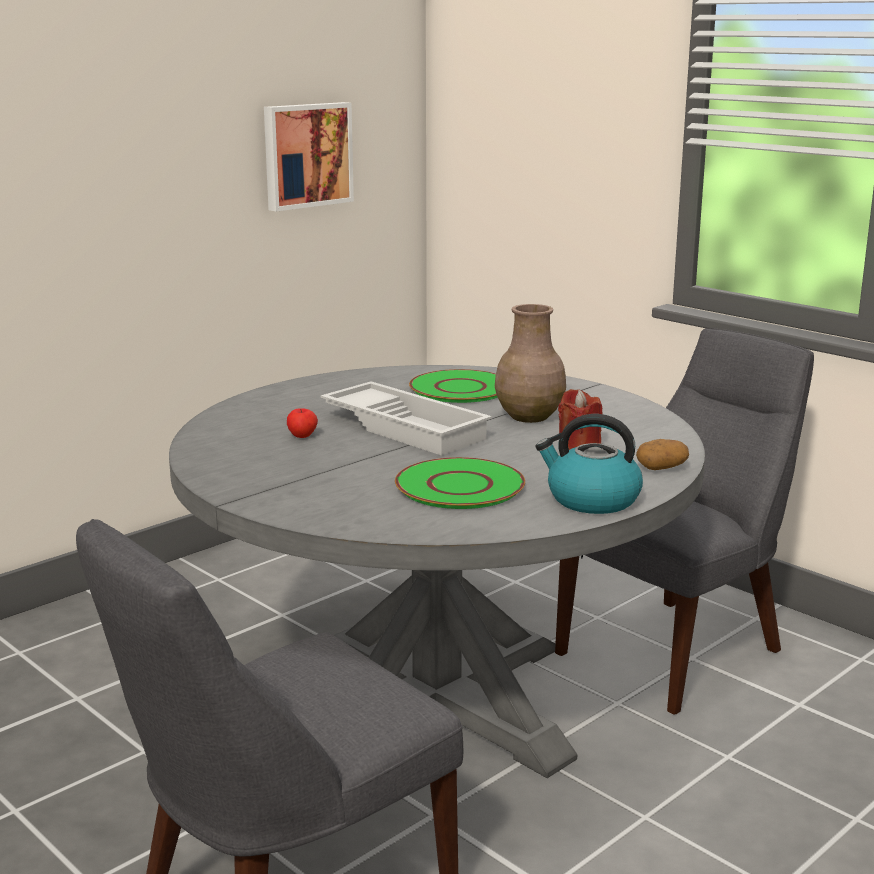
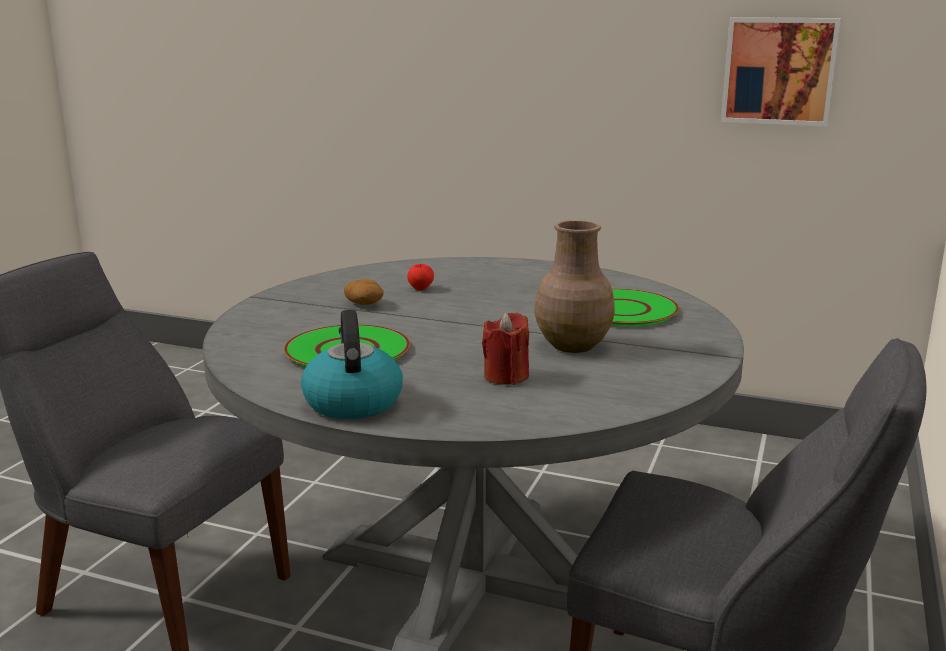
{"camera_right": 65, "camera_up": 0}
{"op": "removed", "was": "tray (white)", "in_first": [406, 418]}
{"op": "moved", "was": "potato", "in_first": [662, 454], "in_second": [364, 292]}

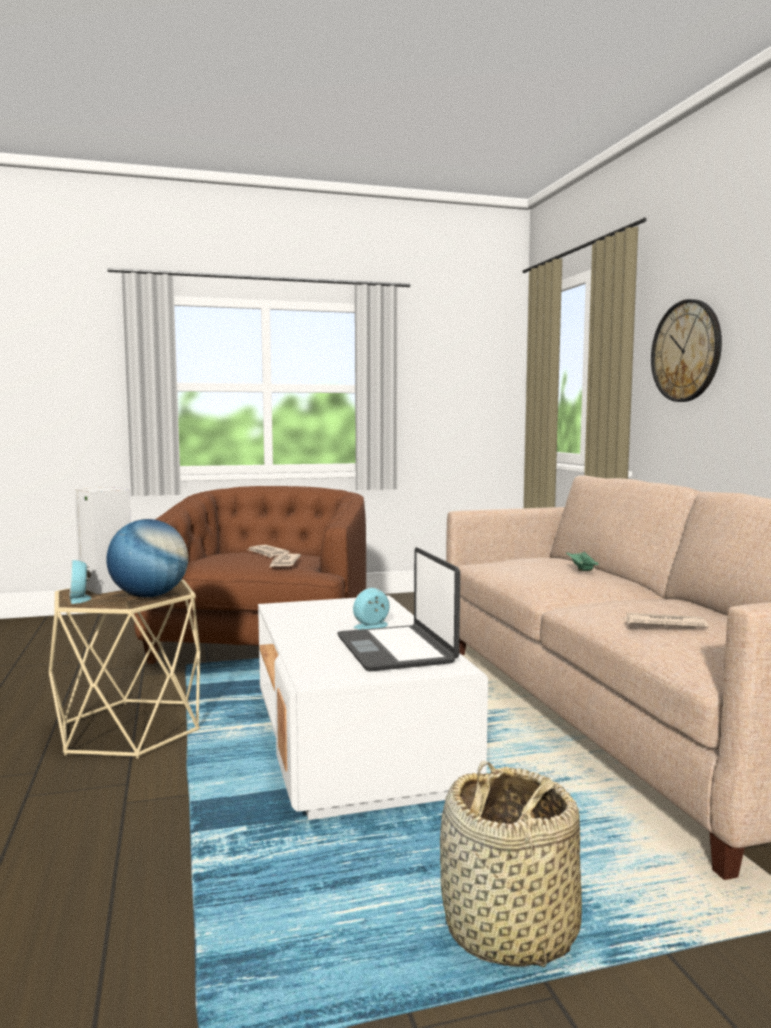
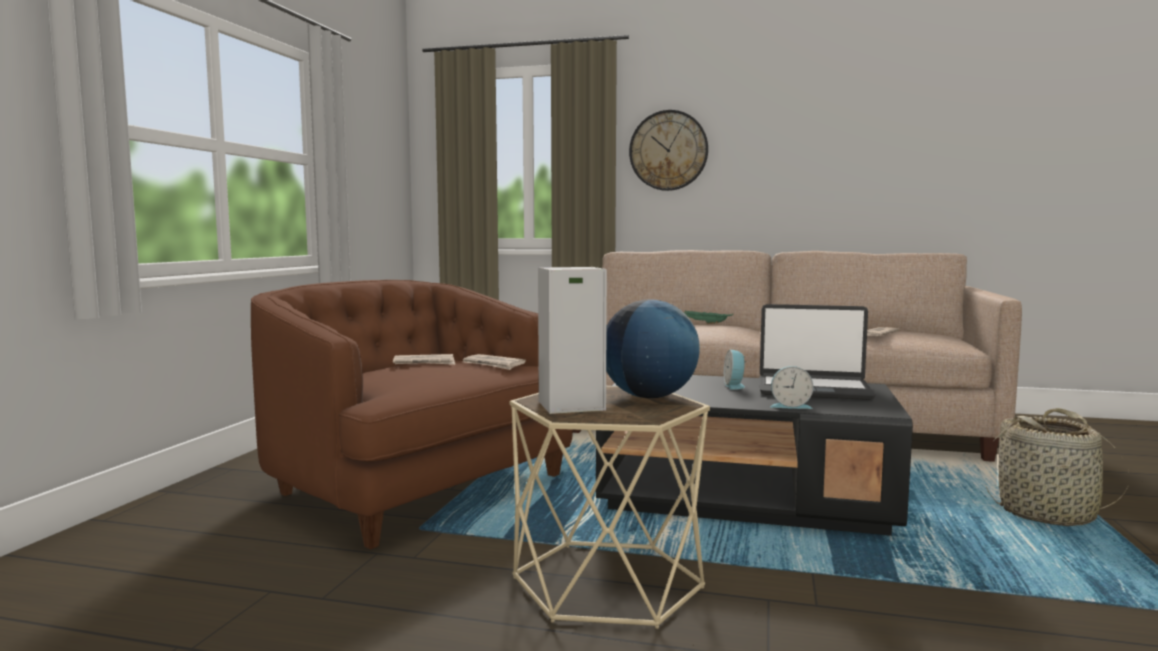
{"camera_right": -60, "camera_up": 0}
{"op": "moved", "was": "alarm clock", "in_first": [80, 582], "in_second": [792, 387]}
{"op": "recoloured", "was": "lounge table (white)", "now": "lounge table (black-coloured)", "in_first": [373, 708], "in_second": [754, 455]}

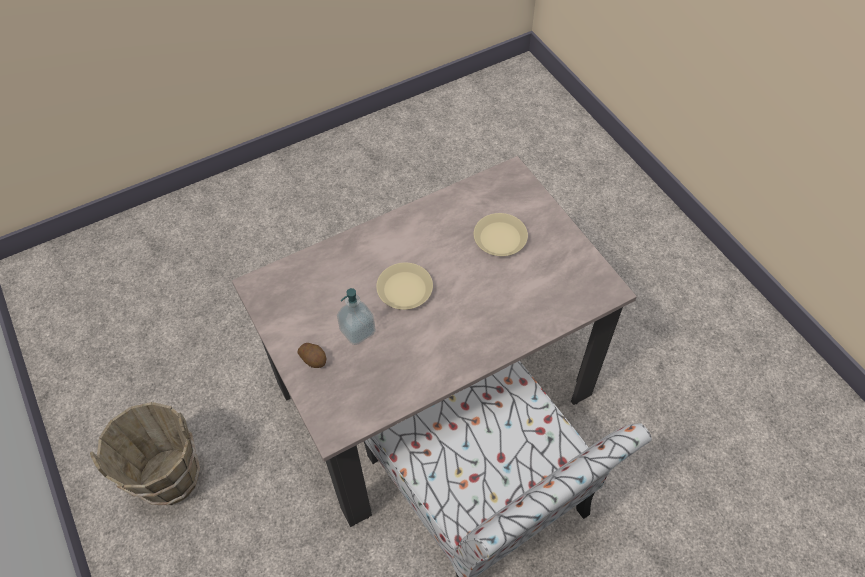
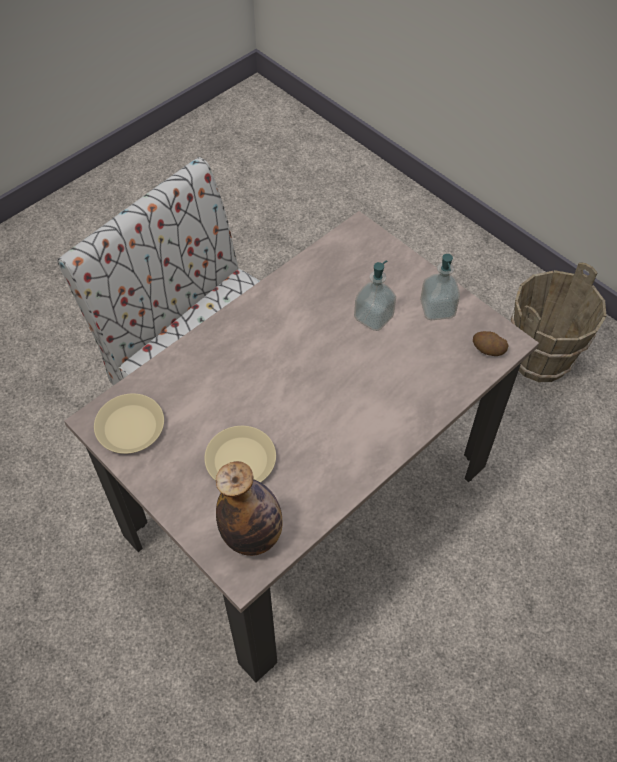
{"camera_right": 165, "camera_up": 0}
{"op": "added", "now": "bottle", "in_second": [249, 508]}
{"op": "added", "now": "soap bottle", "in_second": [440, 287]}
{"op": "moved", "was": "potato", "in_first": [311, 355], "in_second": [491, 343]}
{"op": "moved", "was": "dinner plate (sand-coloured)", "in_first": [404, 286], "in_second": [129, 424]}

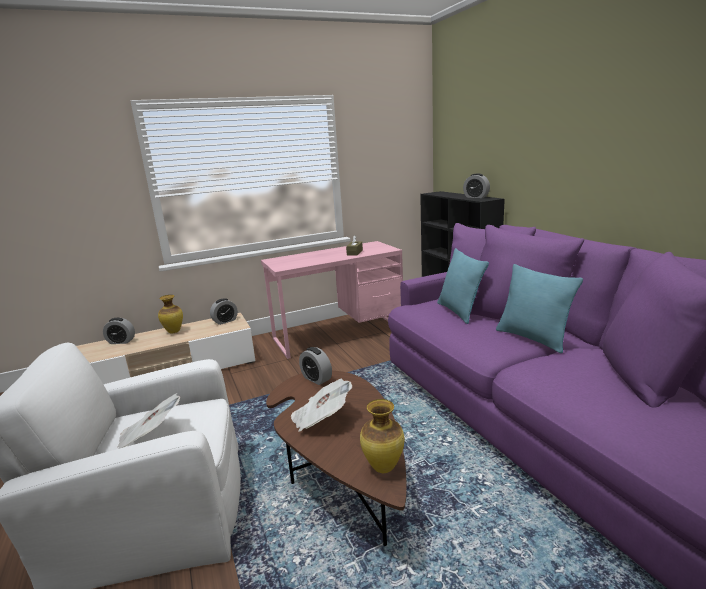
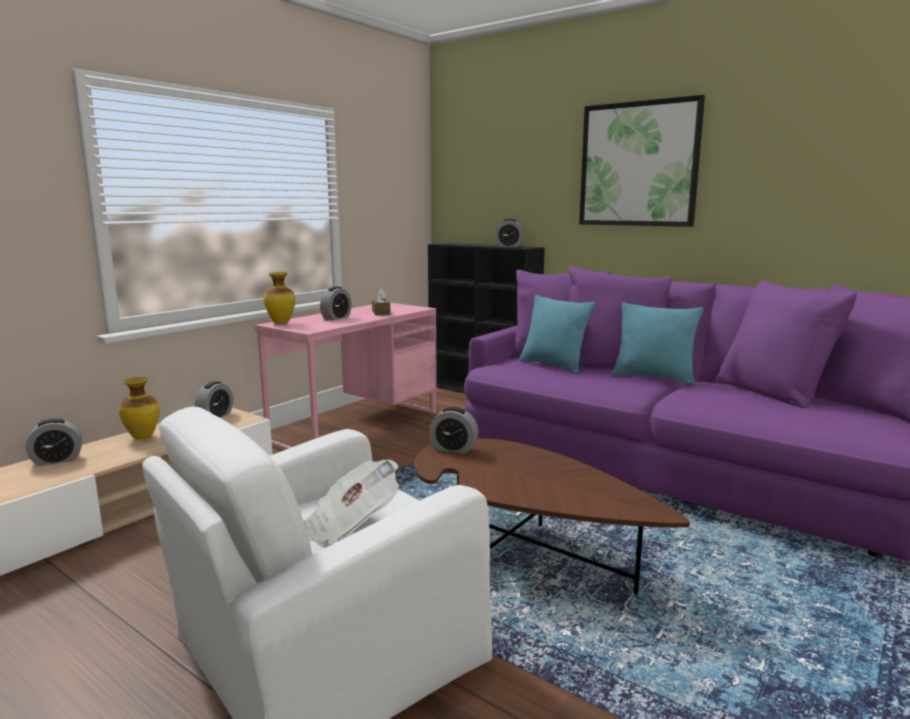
{"camera_right": -30, "camera_up": -5}
{"op": "removed", "was": "printed paper", "in_first": [321, 405]}
{"op": "added", "now": "alarm clock", "in_second": [336, 303]}
{"op": "added", "now": "wall picture", "in_second": [642, 161]}
{"op": "moved", "was": "flower vase", "in_first": [382, 436], "in_second": [280, 298]}

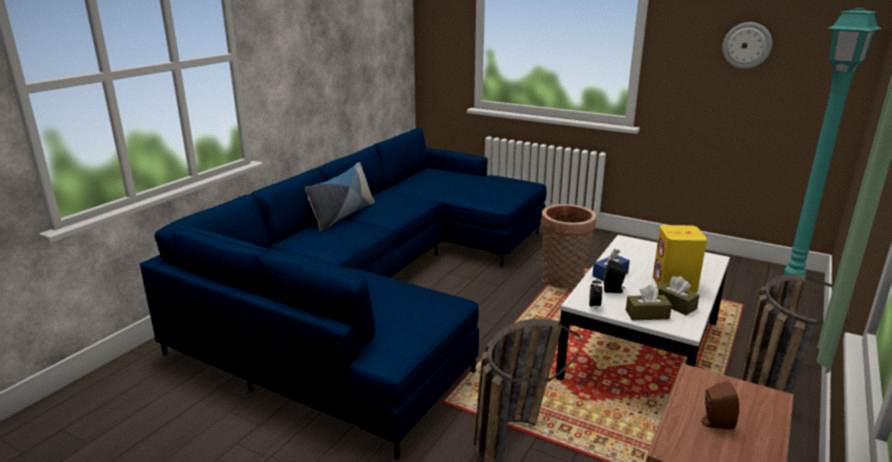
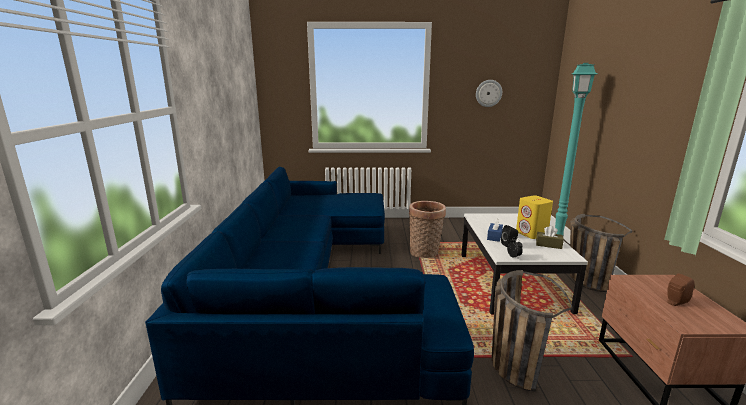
{"camera_right": -30, "camera_up": -5}
{"op": "removed", "was": "throw pillow", "in_first": [339, 197]}
{"op": "removed", "was": "tissue holder (brown-coloured)", "in_first": [649, 302]}

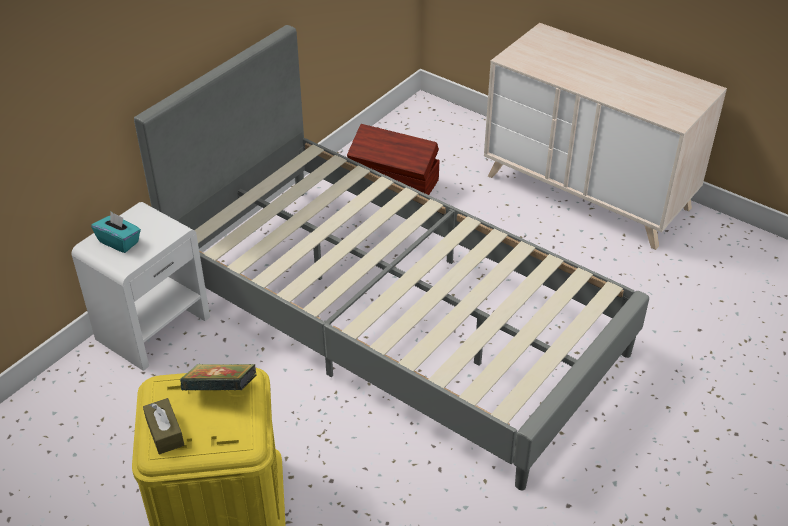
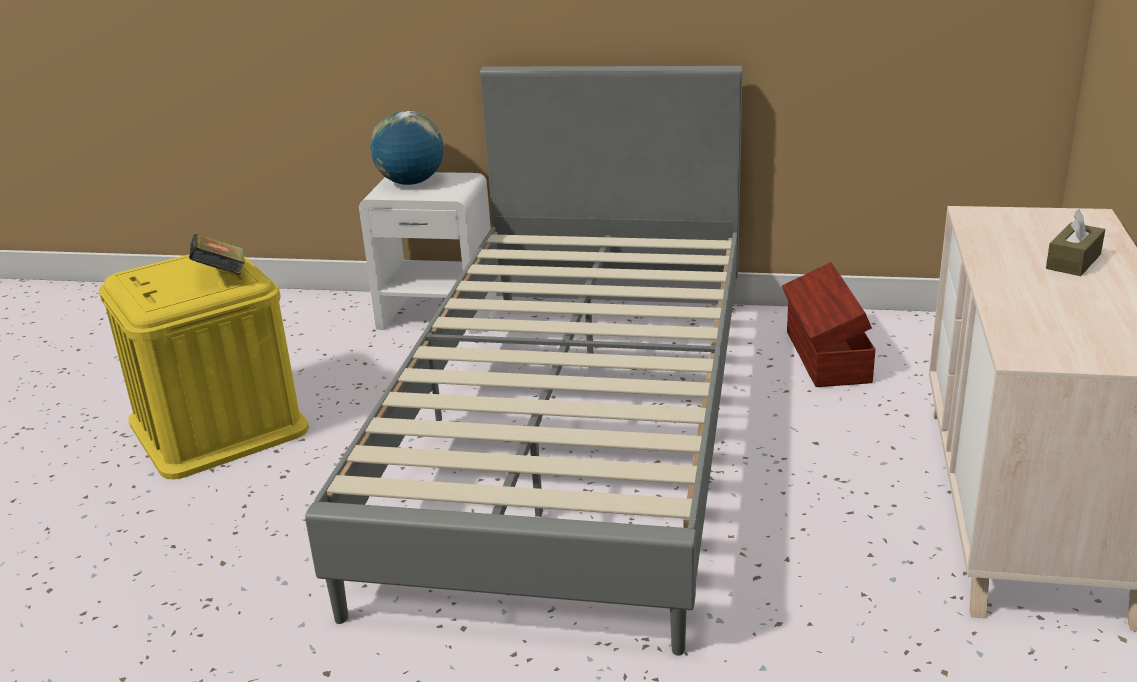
{"camera_right": 65, "camera_up": -15}
{"op": "moved", "was": "tissue holder (brown-coloured)", "in_first": [163, 426], "in_second": [1075, 242]}
{"op": "replaced", "was": "tissue holder (blue-green)", "now": "desk globe", "in_first": [116, 232], "in_second": [407, 148]}

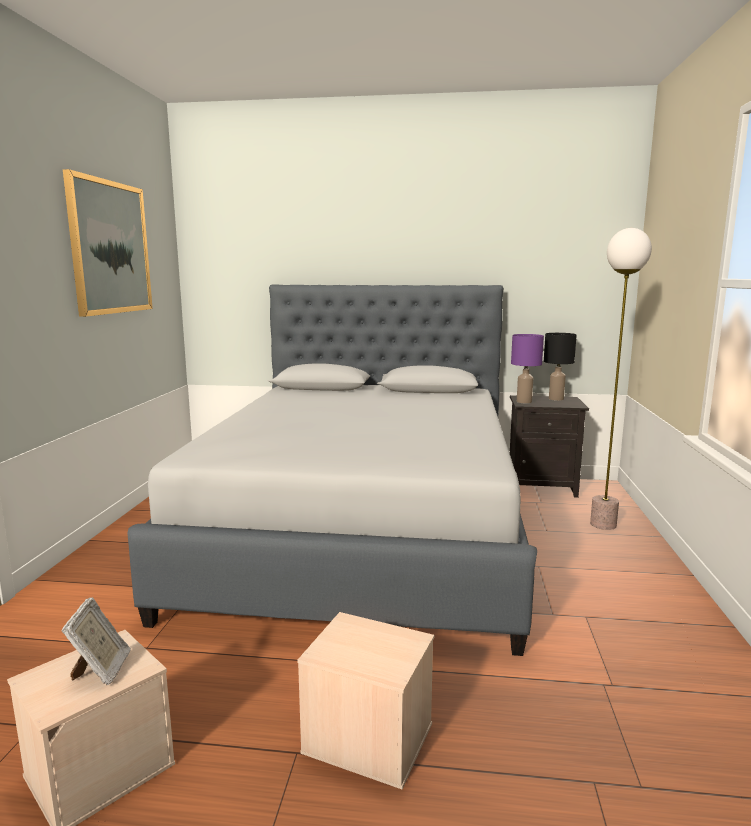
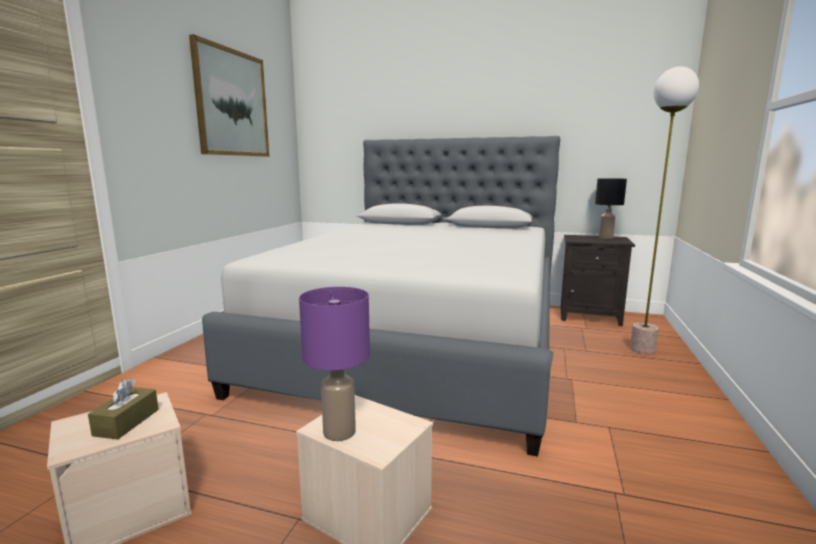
{"camera_right": 10, "camera_up": 0}
{"op": "moved", "was": "lamp for a table (purple)", "in_first": [527, 369], "in_second": [334, 364]}
{"op": "replaced", "was": "standing frame", "now": "tissue holder (brown-coloured)", "in_first": [96, 641], "in_second": [123, 409]}

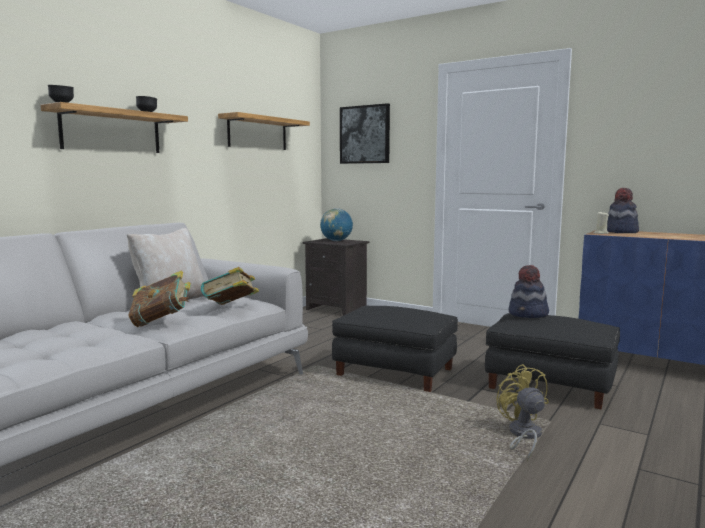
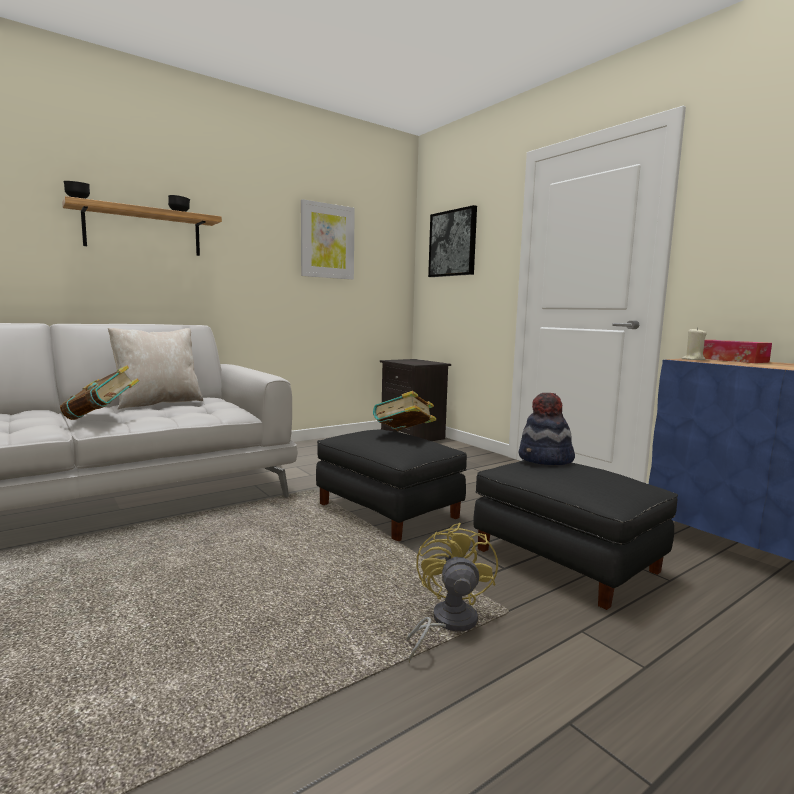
{"camera_right": 20, "camera_up": 0}
{"op": "removed", "was": "desk globe", "in_first": [336, 224]}
{"op": "moved", "was": "bound book", "in_first": [230, 286], "in_second": [404, 410]}
{"op": "replaced", "was": "wall shelf", "now": "wall picture", "in_first": [264, 131], "in_second": [328, 239]}
{"op": "replaced", "was": "hat", "now": "tissue holder", "in_first": [623, 210], "in_second": [737, 351]}

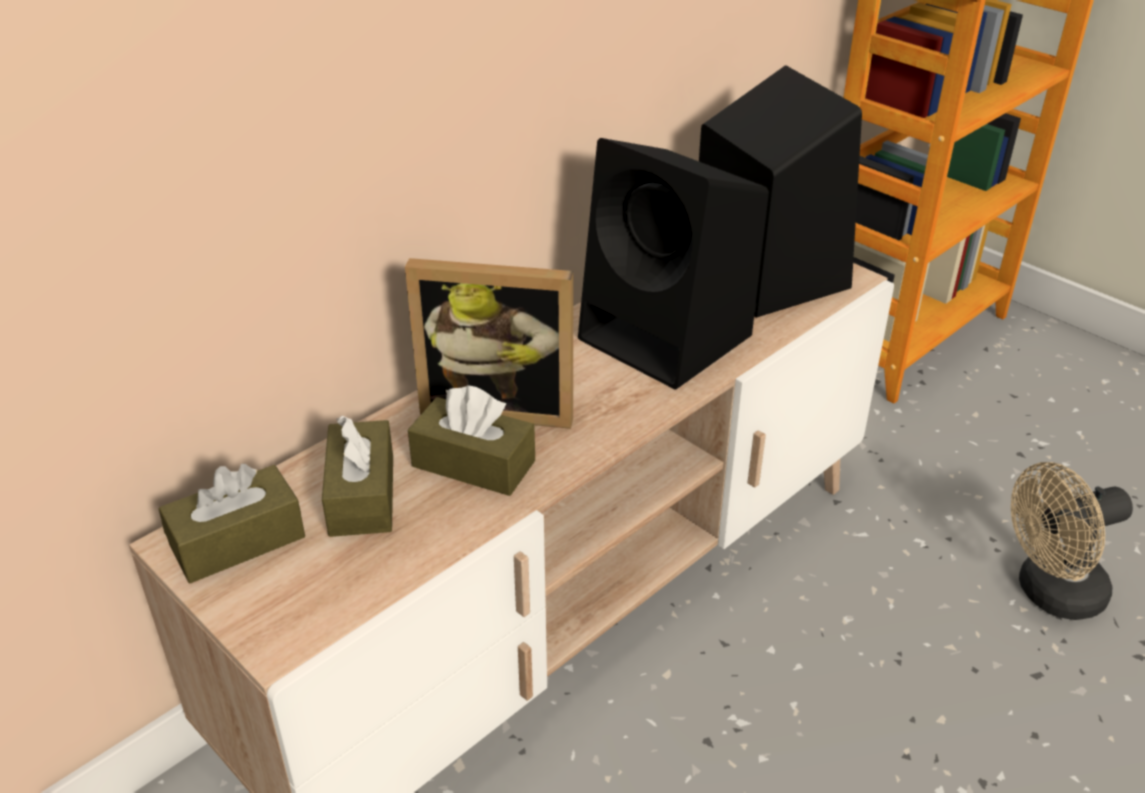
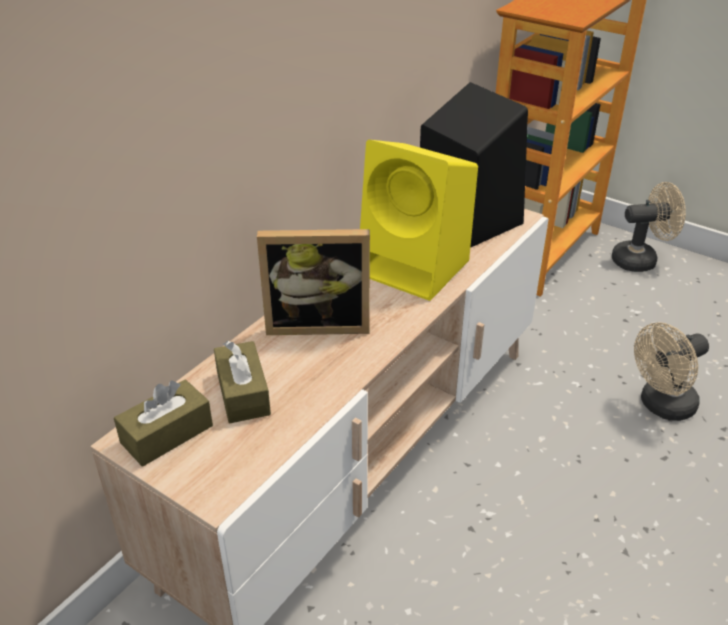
{"camera_right": -10, "camera_up": 0}
{"op": "removed", "was": "tissue holder (brown-coloured)", "in_first": [471, 440]}
{"op": "added", "now": "cooling fan (sand-coloured)", "in_second": [649, 227]}
{"op": "recoloured", "was": "audio speaker (black-coloured)", "now": "audio speaker (yellow)", "in_first": [673, 263], "in_second": [419, 220]}

